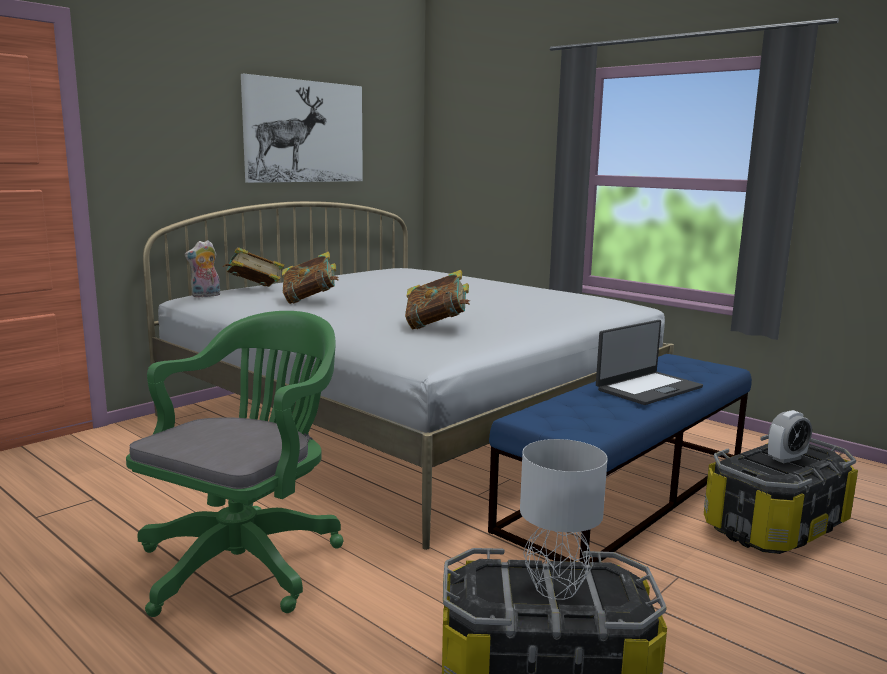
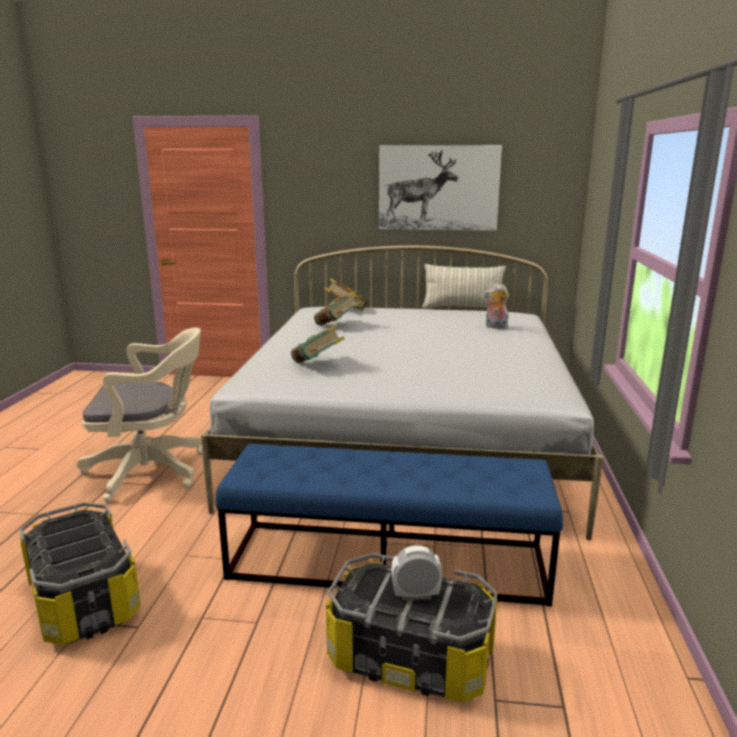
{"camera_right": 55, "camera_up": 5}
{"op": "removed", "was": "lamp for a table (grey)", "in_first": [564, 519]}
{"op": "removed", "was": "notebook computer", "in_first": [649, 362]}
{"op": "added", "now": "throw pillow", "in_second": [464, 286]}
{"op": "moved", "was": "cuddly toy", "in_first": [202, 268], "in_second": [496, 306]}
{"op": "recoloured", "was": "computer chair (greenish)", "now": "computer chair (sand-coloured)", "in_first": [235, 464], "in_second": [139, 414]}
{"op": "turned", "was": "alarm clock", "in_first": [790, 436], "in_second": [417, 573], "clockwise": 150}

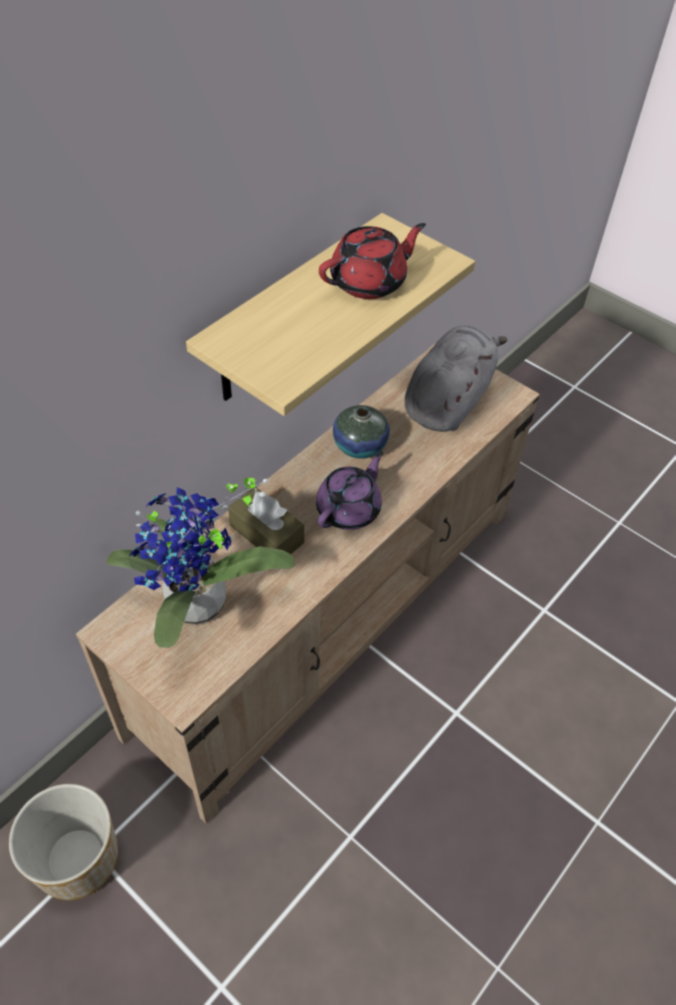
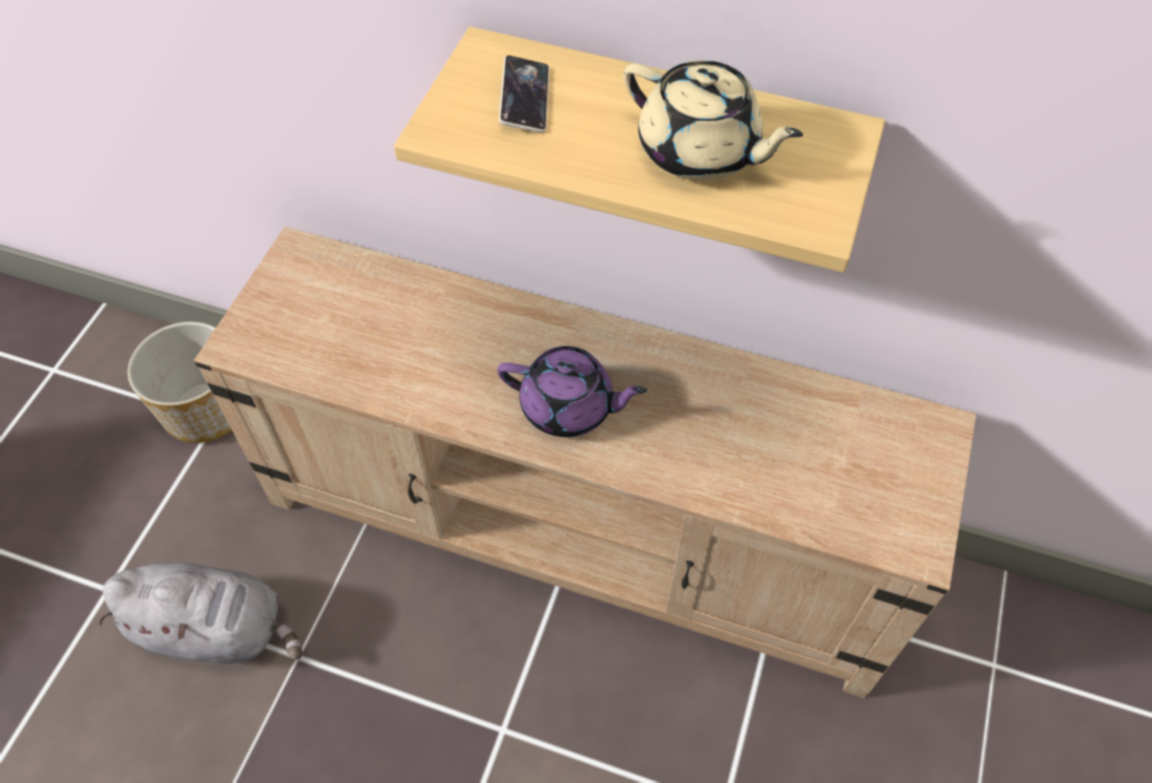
{"camera_right": 70, "camera_up": 5}
{"op": "removed", "was": "potted plant", "in_first": [201, 563]}
{"op": "removed", "was": "tissue holder (brown-coloured)", "in_first": [266, 521]}
{"op": "removed", "was": "flower vase", "in_first": [361, 432]}
{"op": "added", "now": "handset", "in_second": [524, 94]}
{"op": "moved", "was": "cuddly toy (grey)", "in_first": [456, 378], "in_second": [200, 613]}
{"op": "recoloured", "was": "tea pot (red-coloured)", "now": "tea pot (sand-coloured)", "in_first": [372, 261], "in_second": [713, 120]}

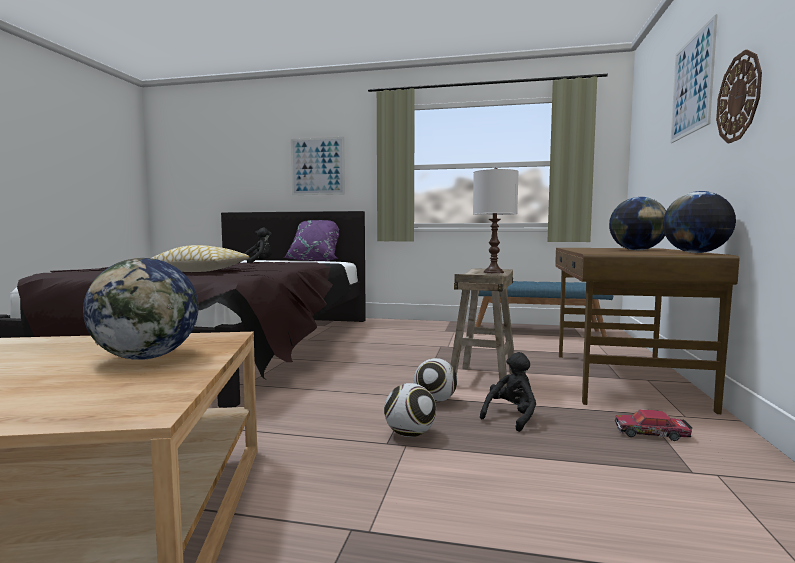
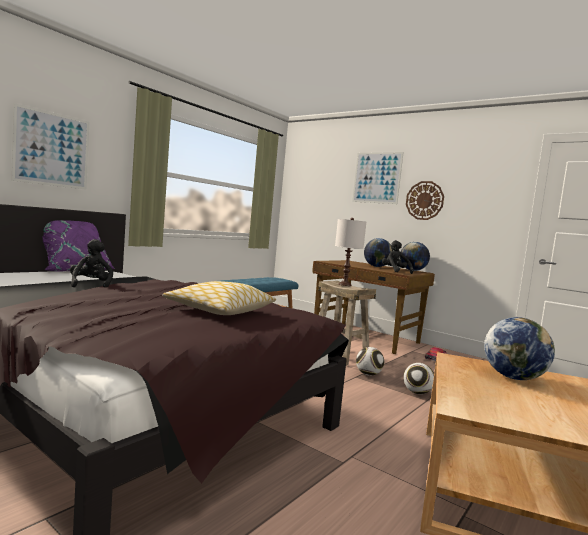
{"camera_right": -65, "camera_up": 0}
{"op": "moved", "was": "cuddly toy (black-coloured)", "in_first": [508, 392], "in_second": [398, 257]}

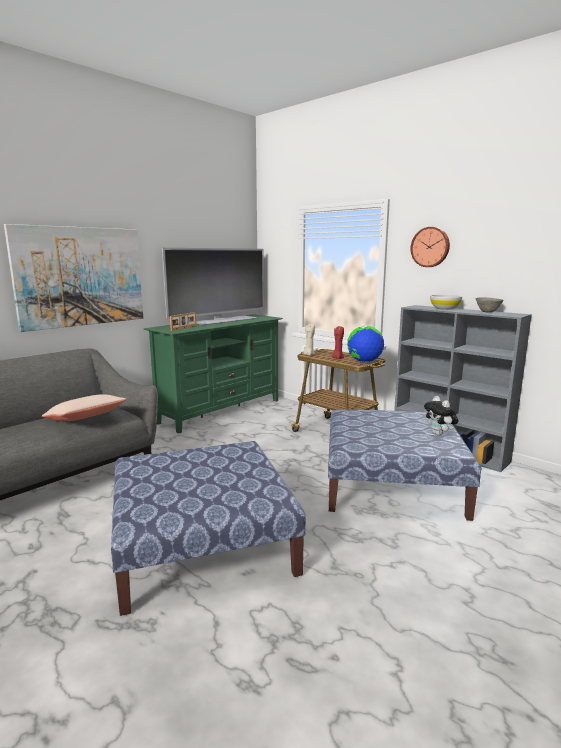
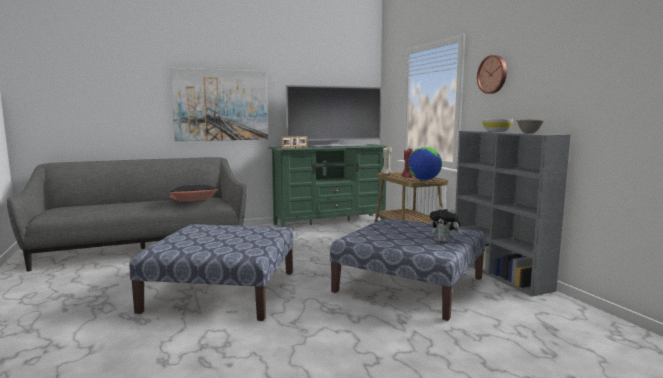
{"camera_right": 25, "camera_up": -5}
{"op": "recoloured", "was": "throw pillow (sand-coloured)", "now": "throw pillow (black-coloured)", "in_first": [84, 407], "in_second": [194, 193]}
{"op": "turned", "was": "cuddly toy", "in_first": [441, 416], "in_second": [446, 224], "clockwise": -60}

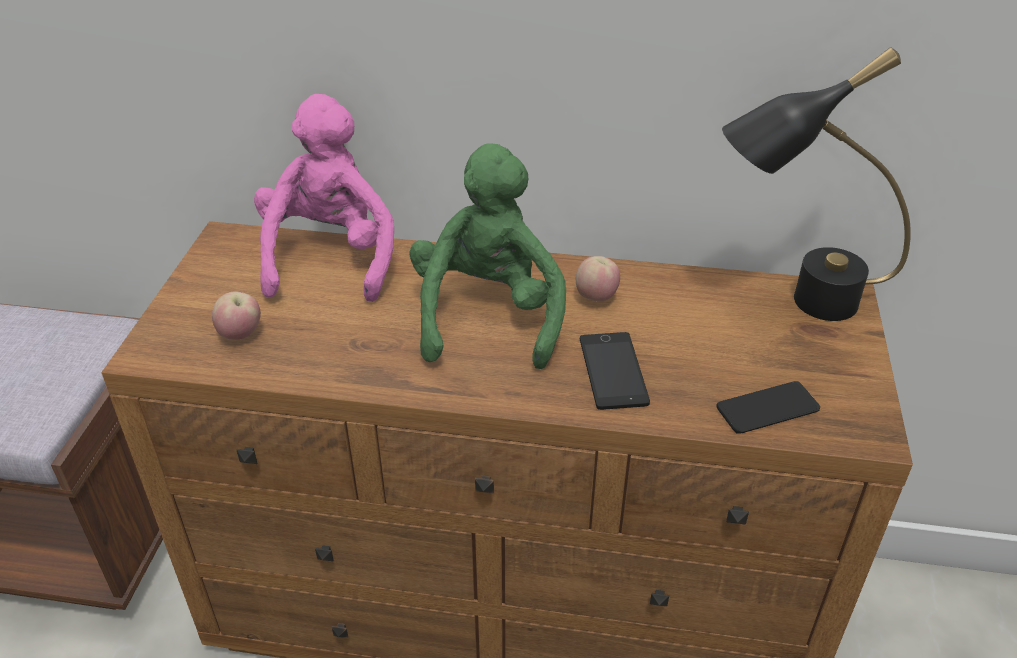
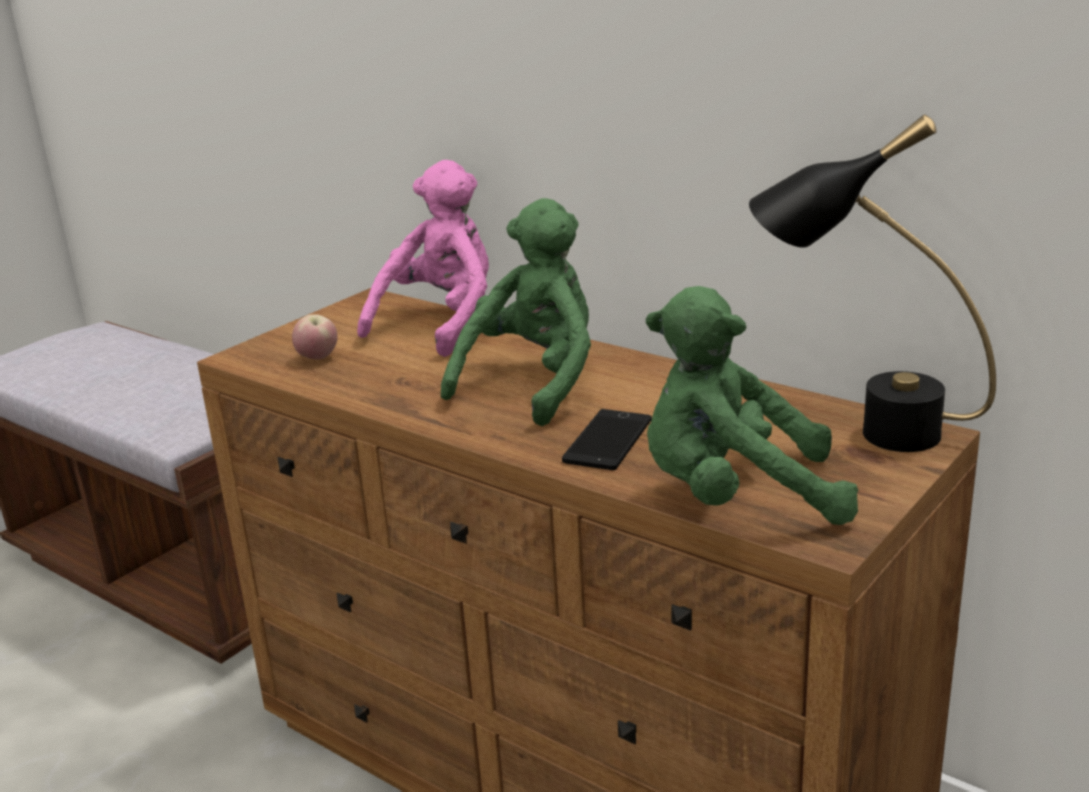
{"camera_right": 30, "camera_up": -15}
{"op": "removed", "was": "apple", "in_first": [598, 278]}
{"op": "replaced", "was": "handset", "now": "cuddly toy (greenish)", "in_first": [768, 407], "in_second": [752, 405]}

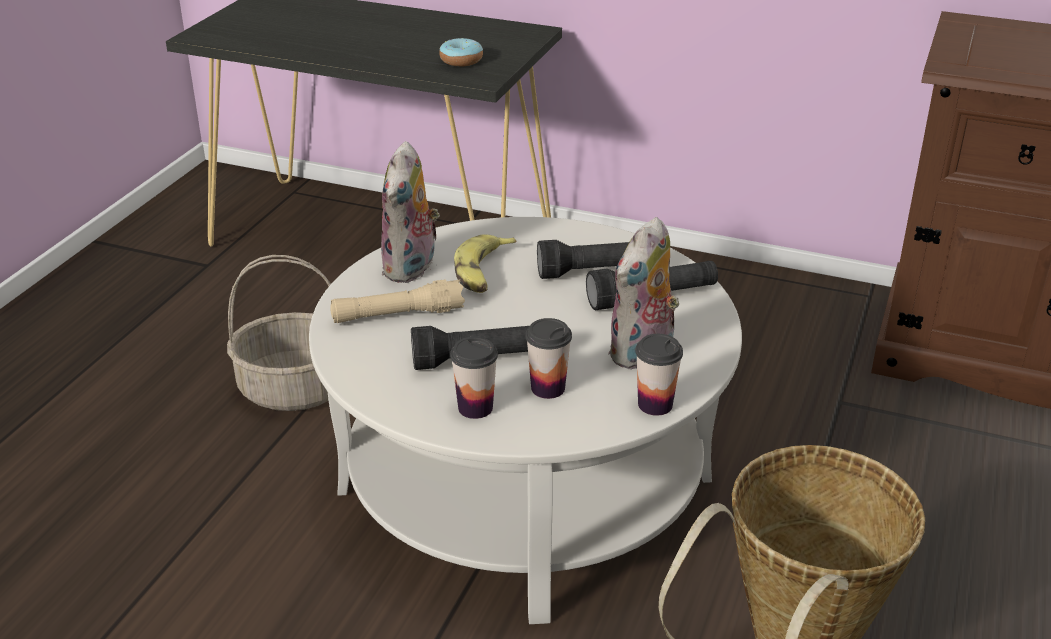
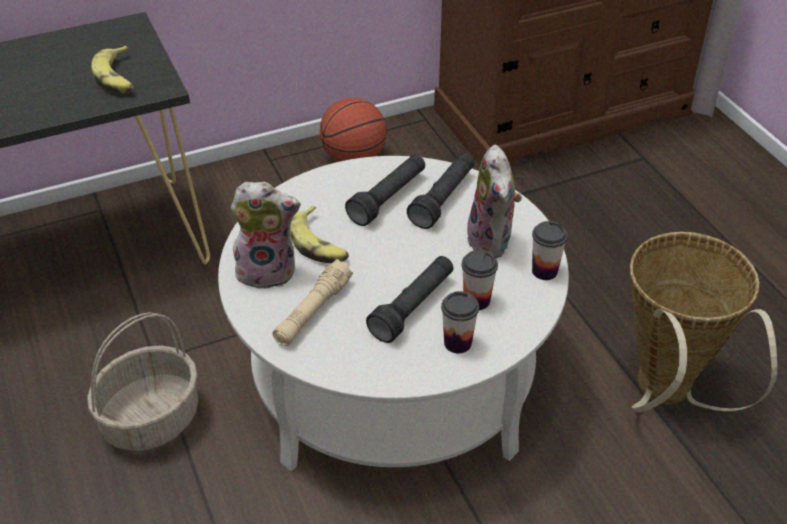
{"camera_right": -45, "camera_up": 10}
{"op": "added", "now": "basketball ball", "in_second": [353, 130]}
{"op": "replaced", "was": "ring doughnut", "now": "whole banana", "in_first": [461, 52], "in_second": [112, 70]}
{"op": "turned", "was": "cuddly toy", "in_first": [410, 212], "in_second": [266, 235], "clockwise": -60}

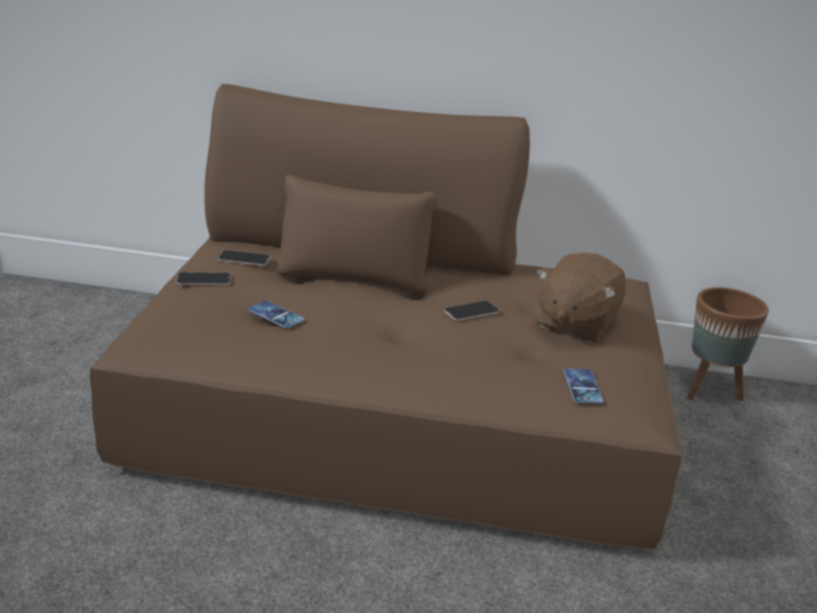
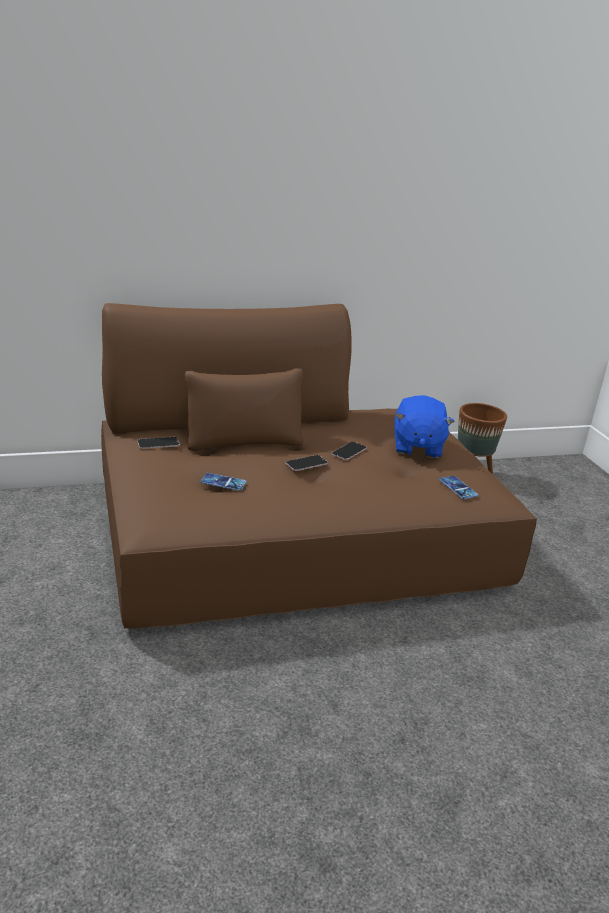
{"camera_right": -25, "camera_up": 0}
{"op": "moved", "was": "handset", "in_first": [204, 278], "in_second": [307, 463]}
{"op": "recoloured", "was": "cuddly toy (brown-coloured)", "now": "cuddly toy (bluish)", "in_first": [581, 298], "in_second": [424, 426]}

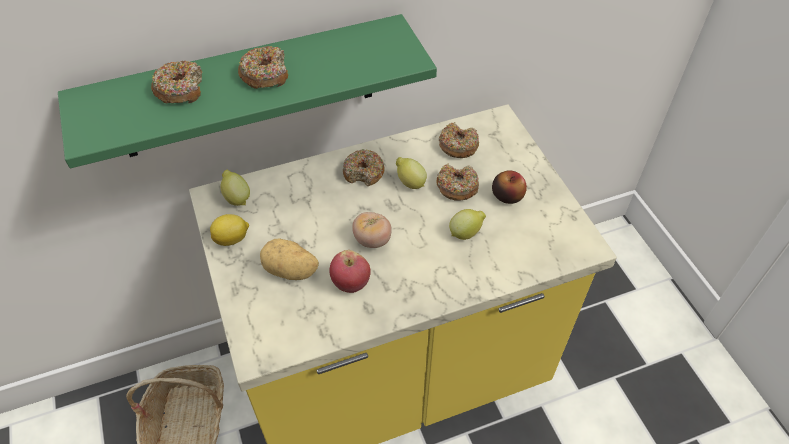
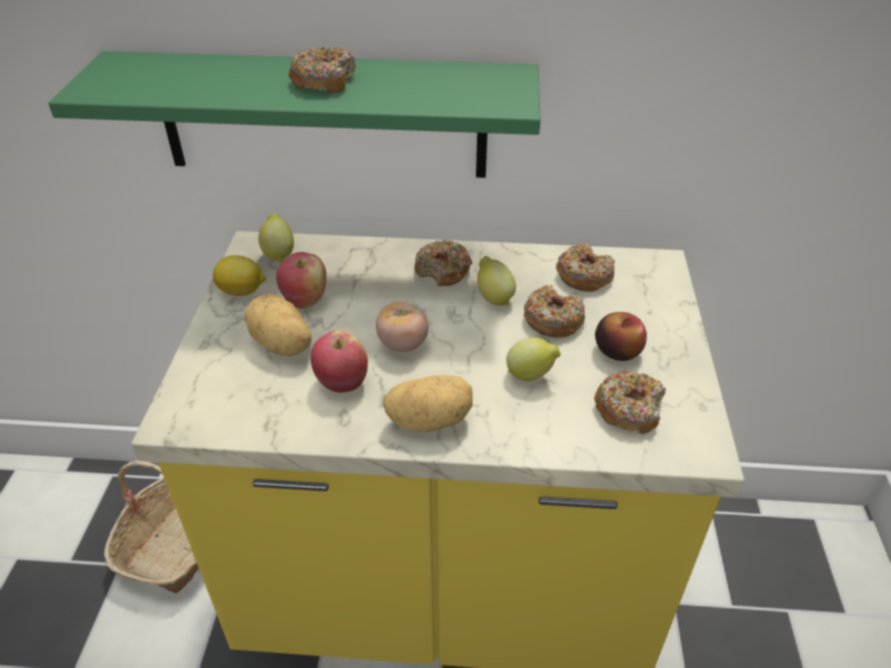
{"camera_right": 25, "camera_up": -10}
{"op": "added", "now": "apple", "in_second": [301, 280]}
{"op": "added", "now": "potato", "in_second": [428, 403]}
{"op": "moved", "was": "ring doughnut", "in_first": [176, 82], "in_second": [630, 402]}

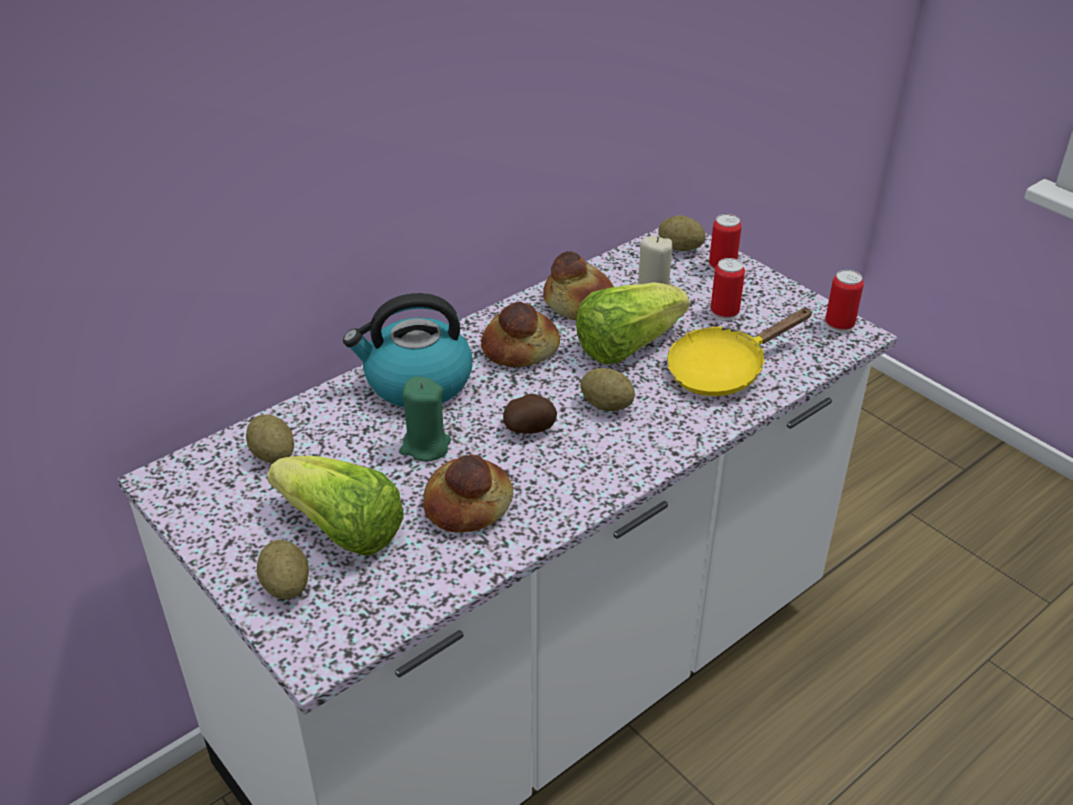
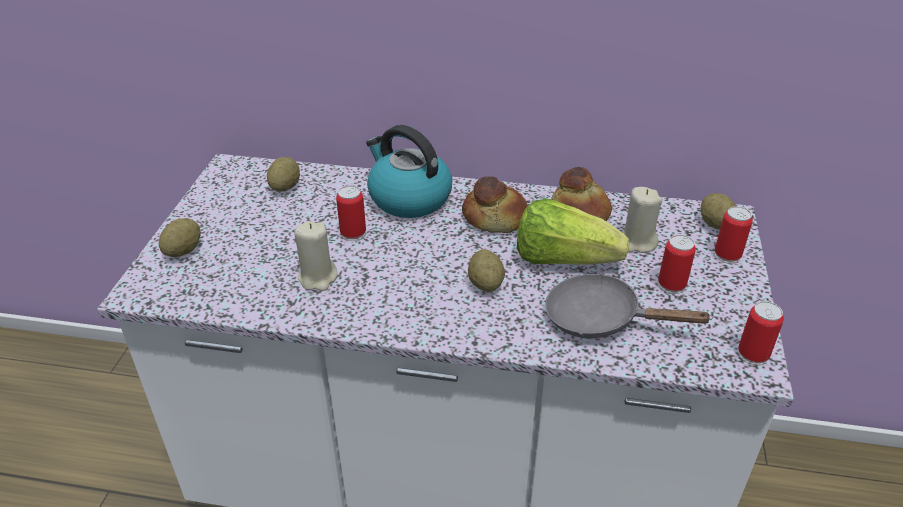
{"camera_right": 50, "camera_up": 0}
{"op": "removed", "was": "lettuce head", "in_first": [335, 506]}
{"op": "removed", "was": "potato", "in_first": [530, 413]}
{"op": "replaced", "was": "candle (greenish)", "now": "metal can", "in_first": [425, 418], "in_second": [351, 213]}
{"op": "replaced", "was": "baked bread", "now": "candle (sand-coloured)", "in_first": [468, 494], "in_second": [315, 256]}
{"op": "recoloured", "was": "skillet (yellow)", "now": "skillet (grey)", "in_first": [740, 352], "in_second": [629, 305]}

